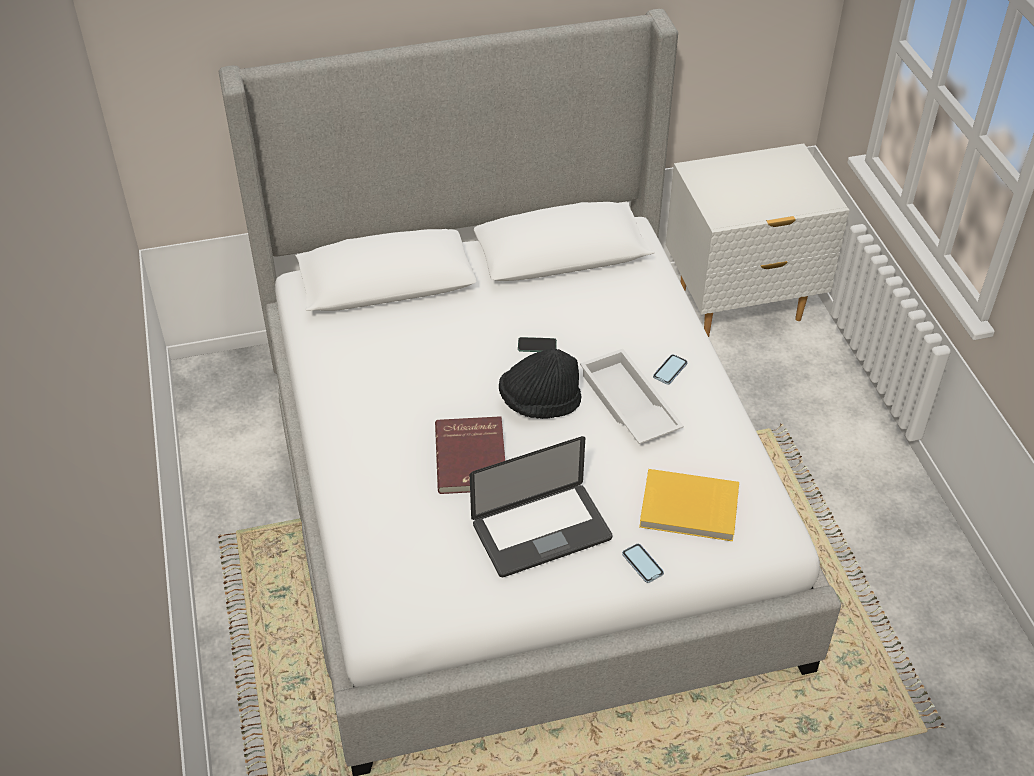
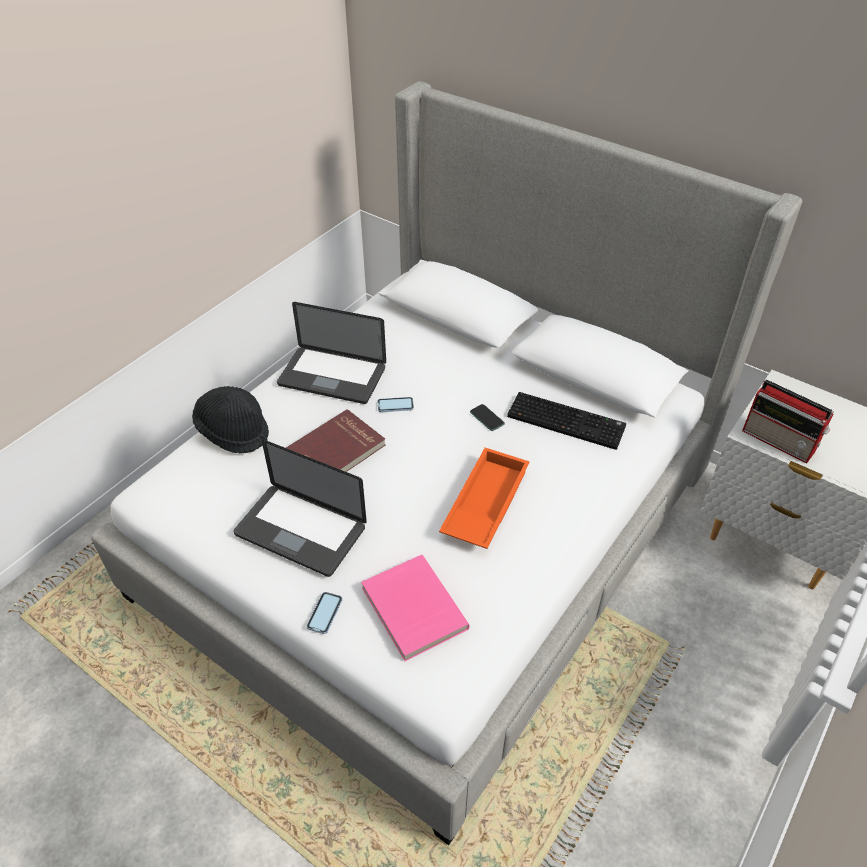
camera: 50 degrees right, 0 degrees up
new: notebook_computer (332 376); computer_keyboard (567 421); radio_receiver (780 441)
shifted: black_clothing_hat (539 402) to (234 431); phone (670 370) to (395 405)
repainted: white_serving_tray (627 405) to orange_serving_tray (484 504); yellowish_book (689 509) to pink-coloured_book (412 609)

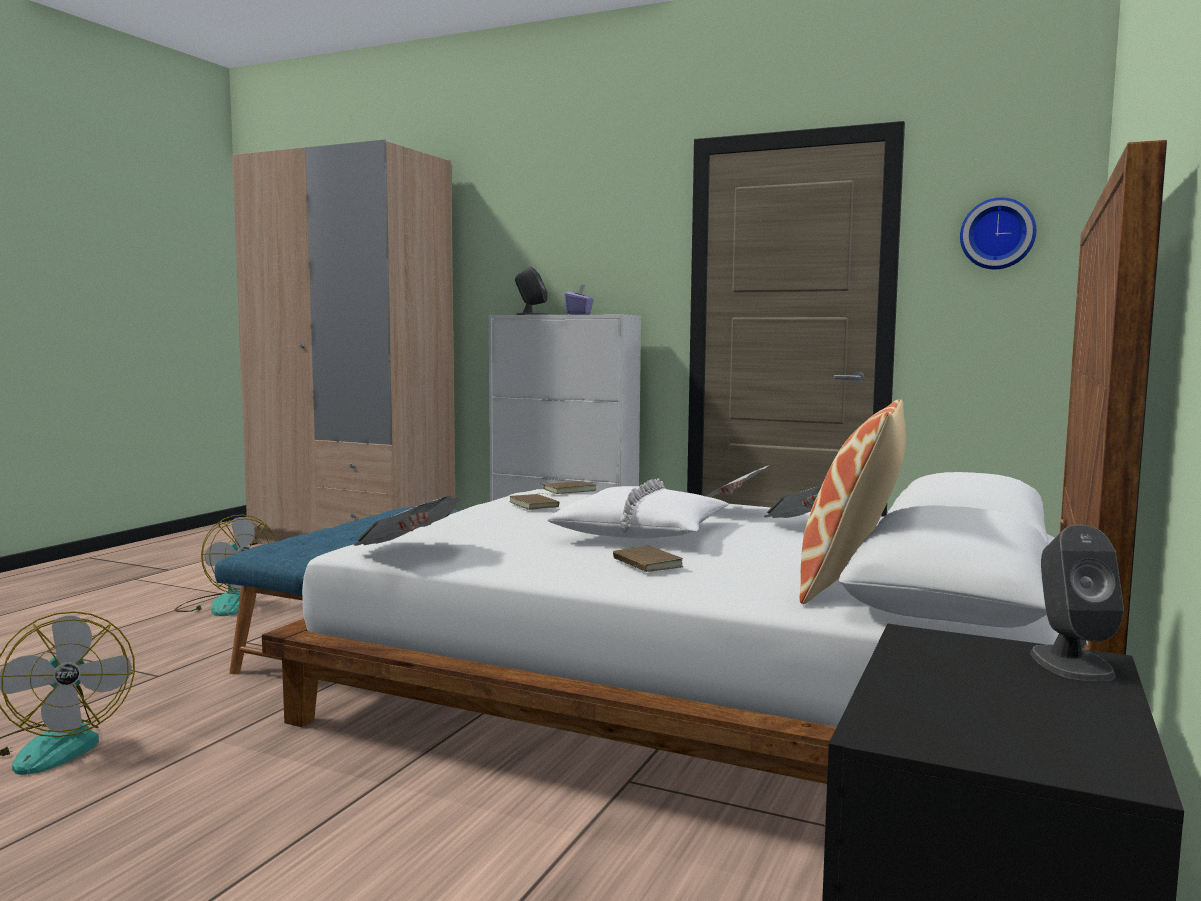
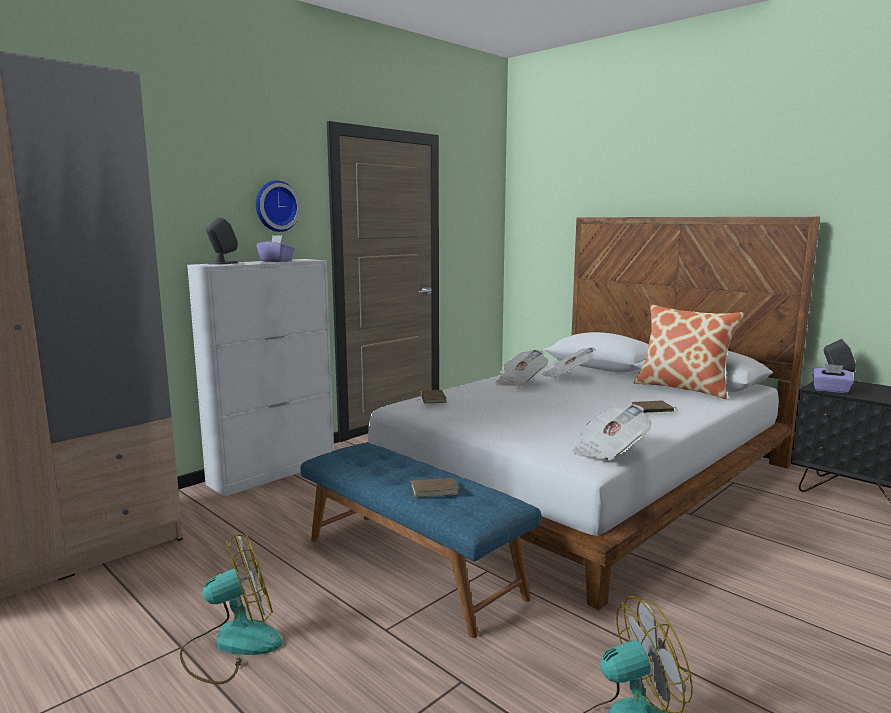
camera: 70 degrees left, 5 degrees up
gone: white_pillow (642 531)
new: purplish_box_of_tissues (830 390)
shifted: brown_book (535 505) to (434 489); hanging_clock (997 234) to (276 206)

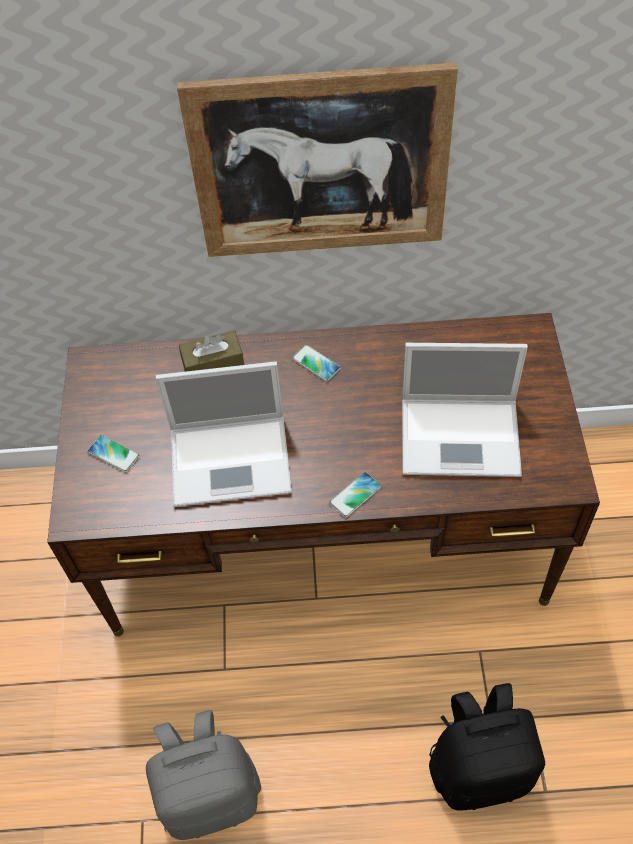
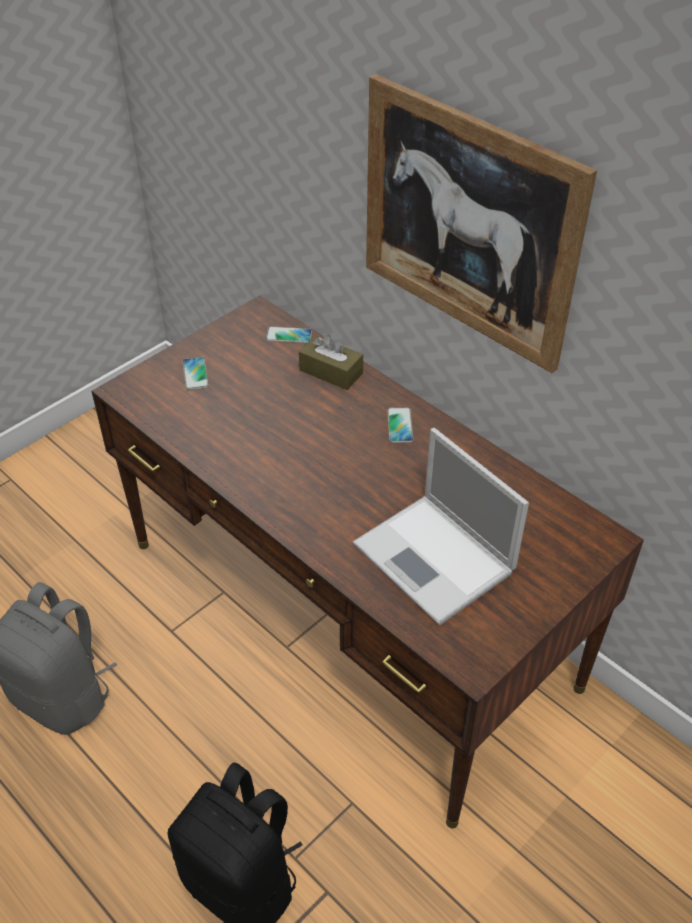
camera: 45 degrees right, 10 degrees down
gone: notebook_computer (233 459)
shifted: phone (355 495) to (289 336)

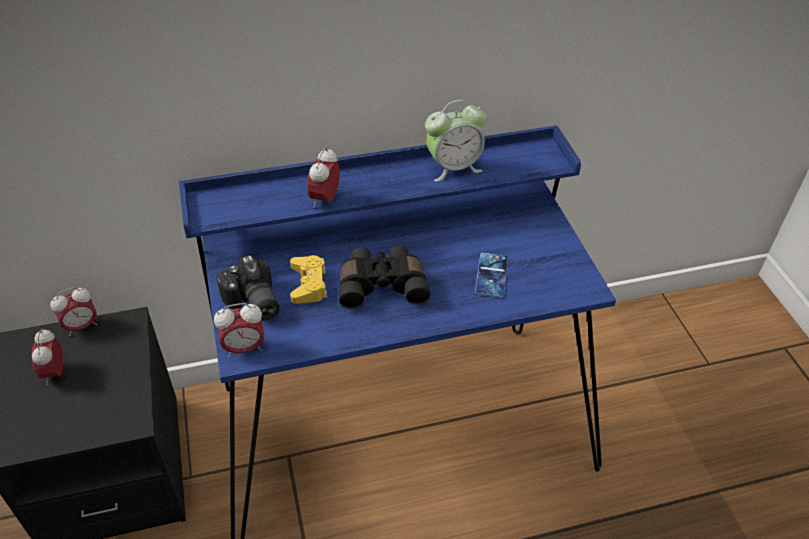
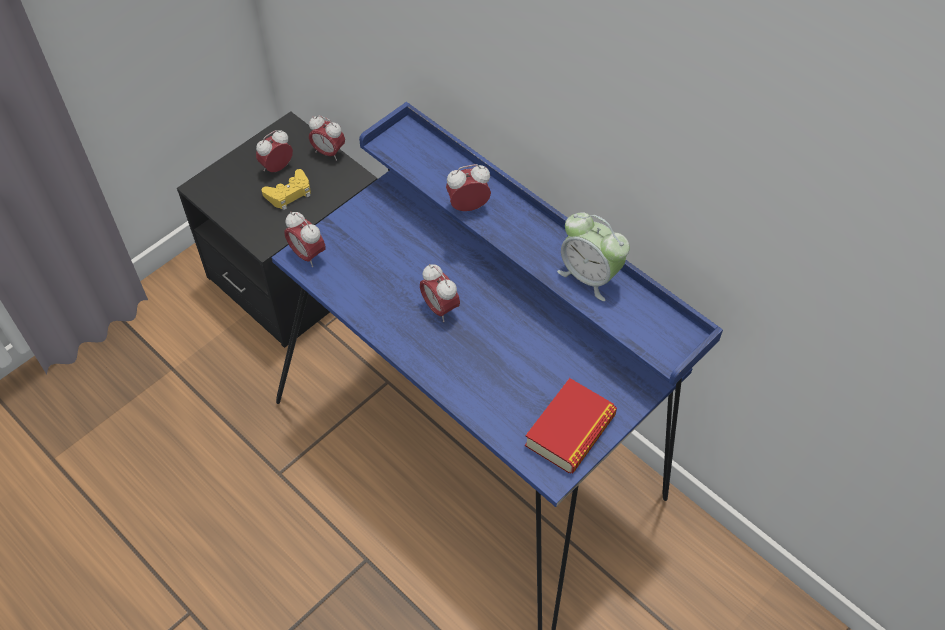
camera: 60 degrees right, 10 degrees up
gone: photo_camera (252 303); phone (491 275)
new: book (570 431)
shifted: yellowish_game_controller (309 284) to (289 194)
swapped: black_field_glasses (382 285) to alarm_clock (440 308)

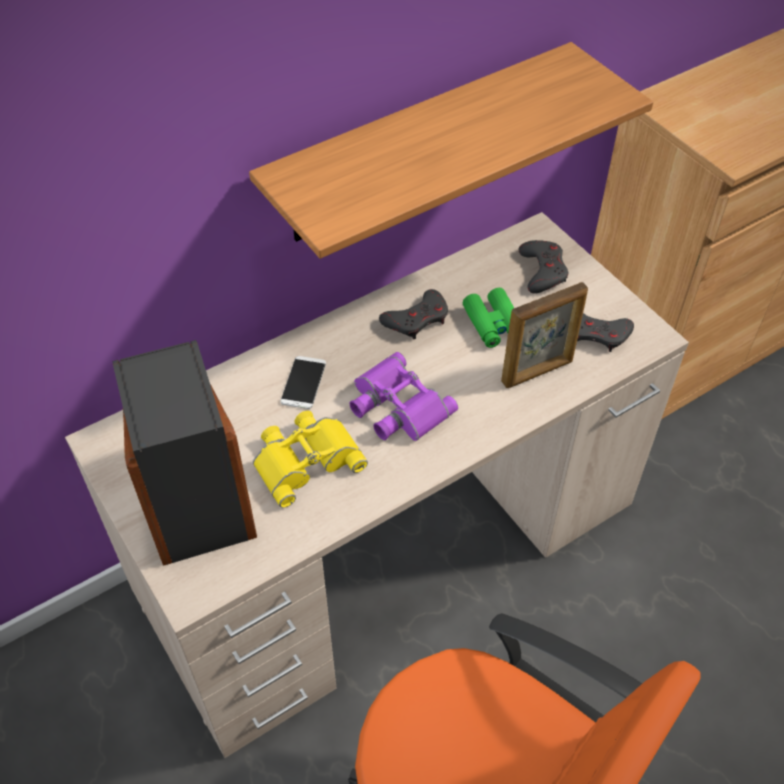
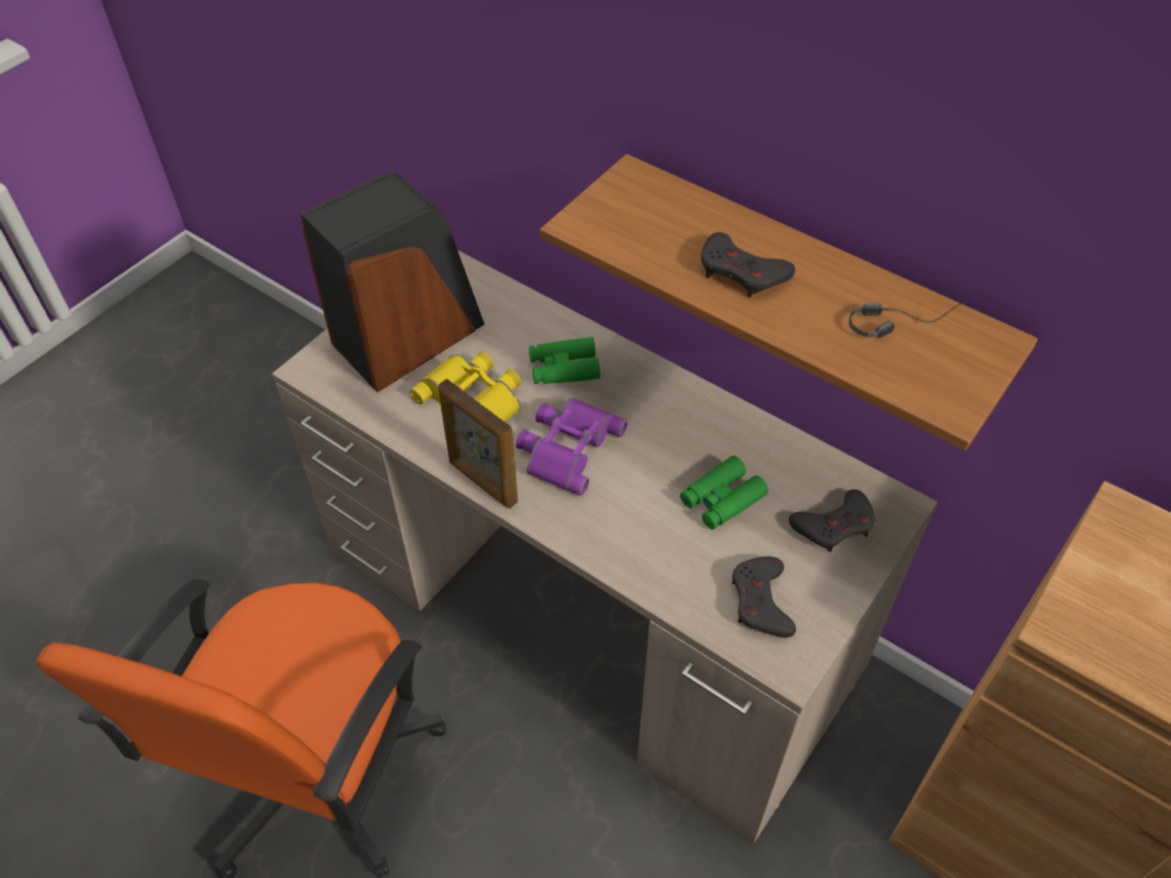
camera: 70 degrees right, 0 degrees up
new: headphones (901 320)
shifted: grey_game_controller (417 319) to (742 272); photo_frame (538 372) to (482 482)
swapped: phone (303 383) to greenish_field_glasses (564 368)

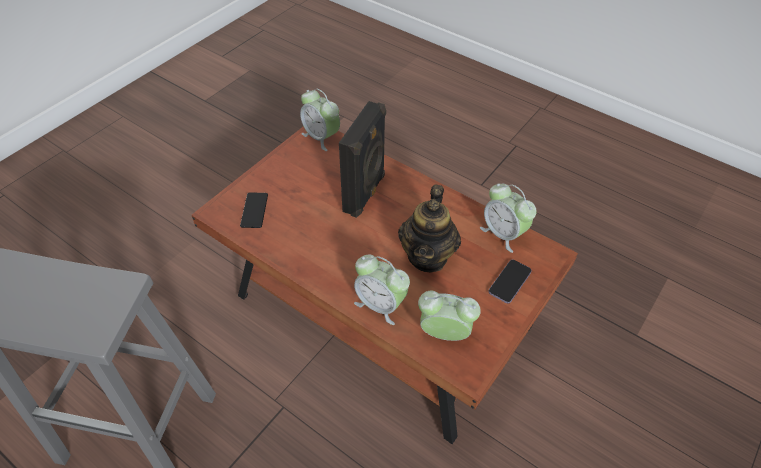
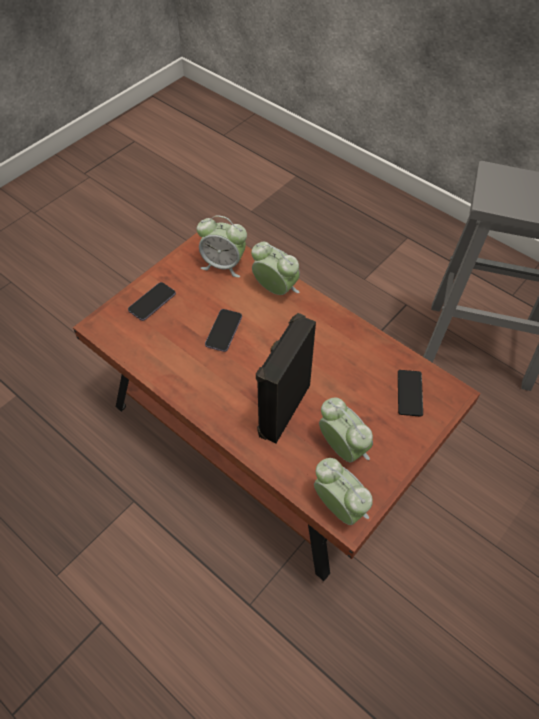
camera: 175 degrees left, 5 degrees up
shifted: alarm_clock (503 234) to (342 448)
swapped: tea_pot (428 256) to phone (224 331)

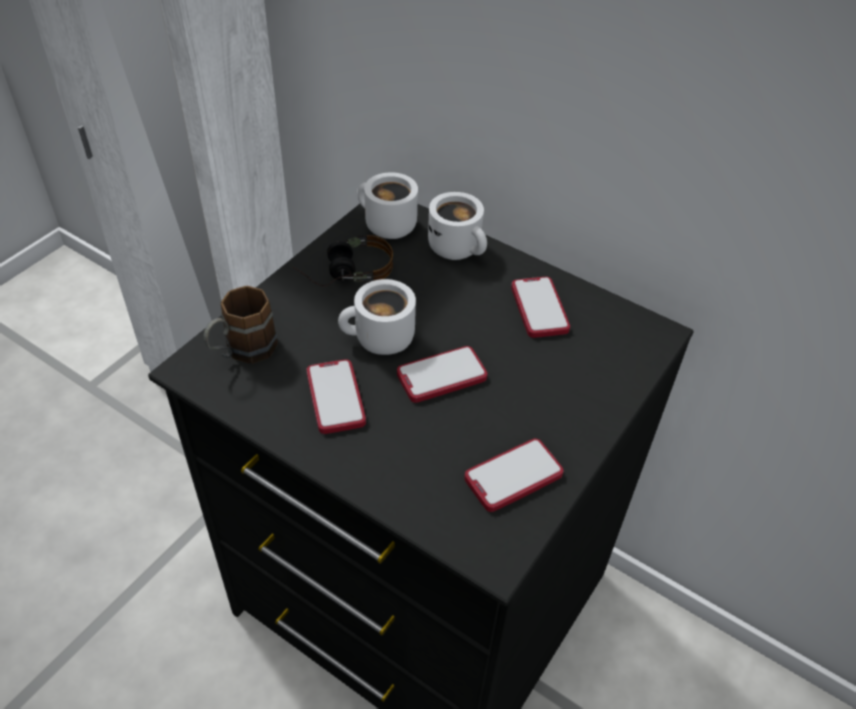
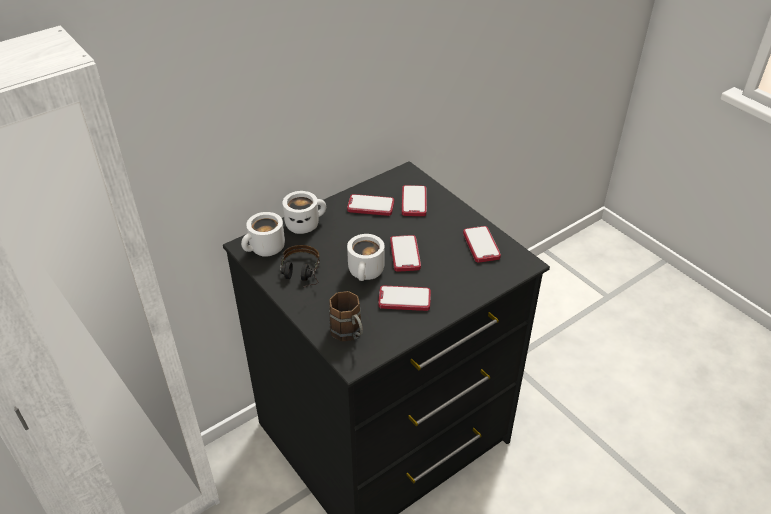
camera: 70 degrees left, 5 degrees down
new: phone (414 202)

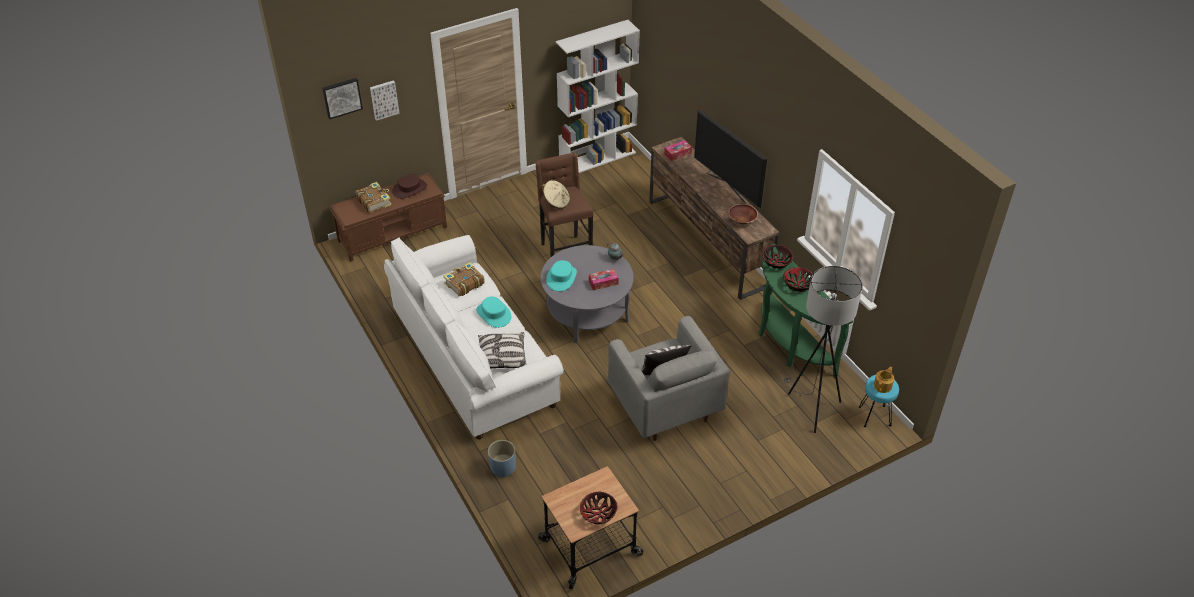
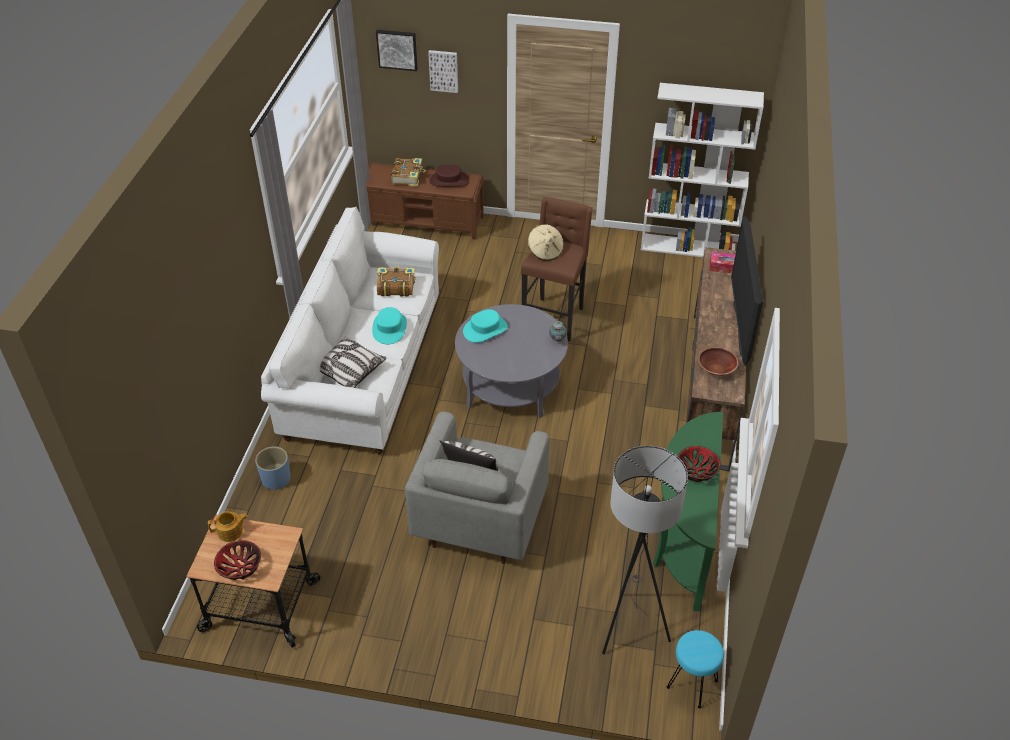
camera: 40 degrees right, 0 degrees up
gone: box_of_tissues (603 282); serving_bowl (776 262)
shifted: tea_pot (883 385) to (231 532)

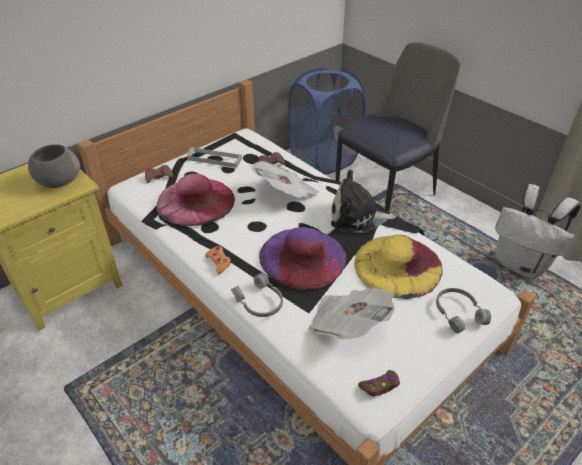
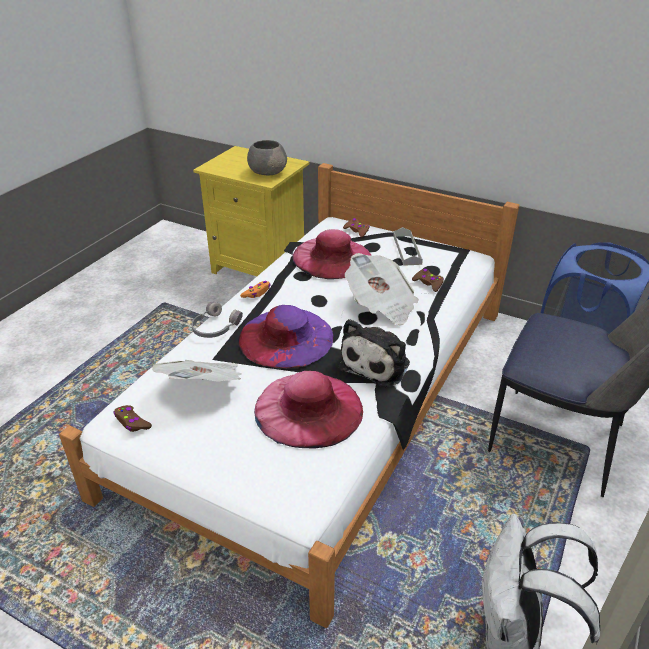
camera: 70 degrees right, 5 degrees down
gone: grey_headphones (458 313)
repainted: yellowish_clothing_hat (398 265) to pink-coloured_clothing_hat (308 409)
rotated: plush_toy (357 217) = (377 363) 135 degrees counterclockwise

